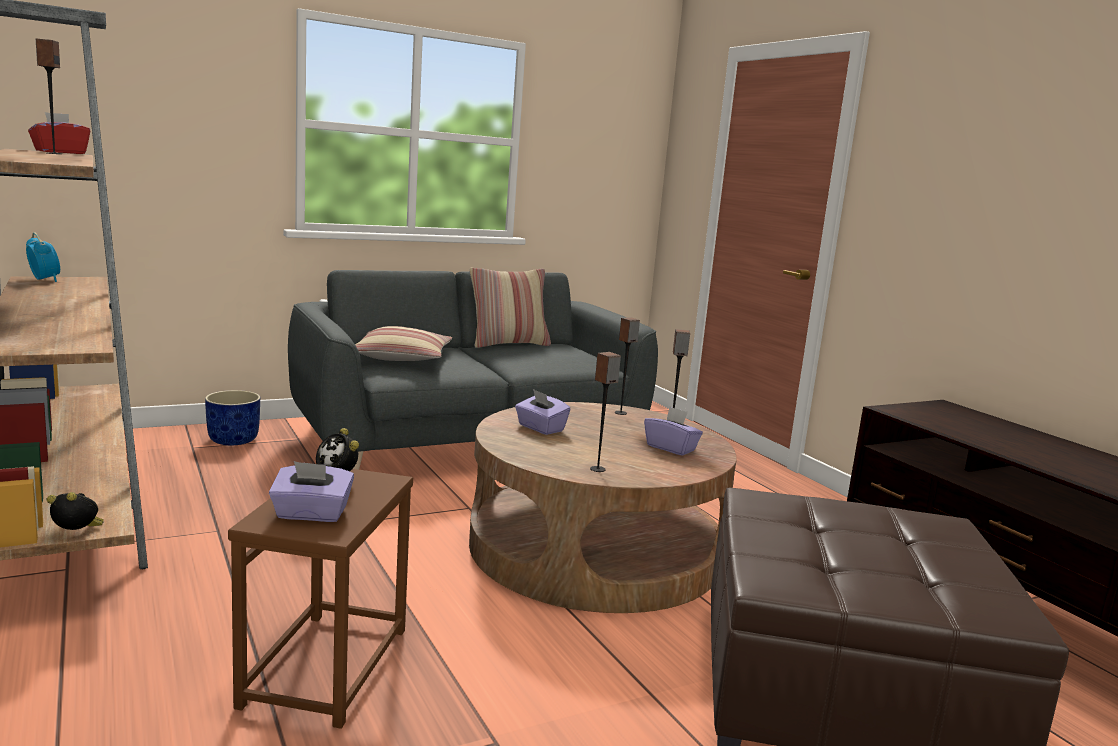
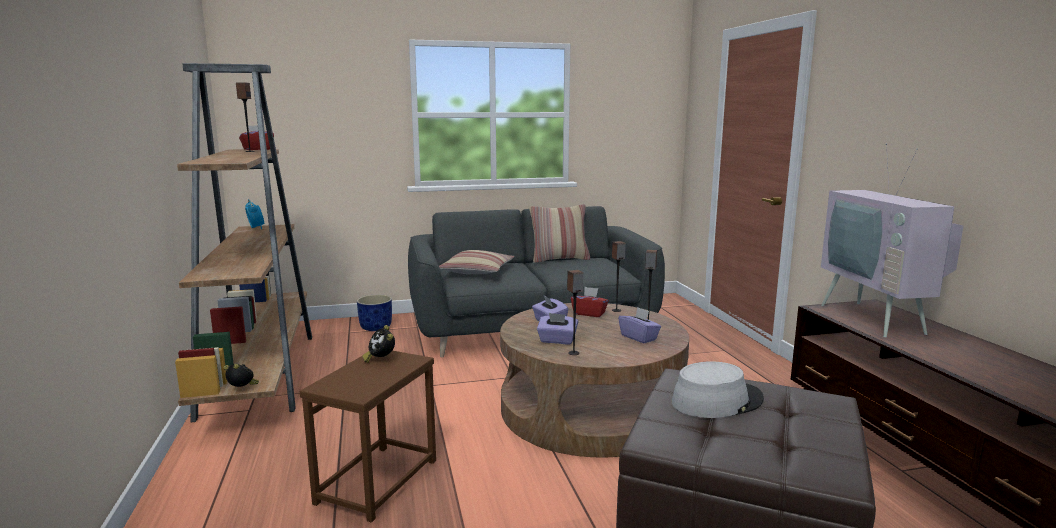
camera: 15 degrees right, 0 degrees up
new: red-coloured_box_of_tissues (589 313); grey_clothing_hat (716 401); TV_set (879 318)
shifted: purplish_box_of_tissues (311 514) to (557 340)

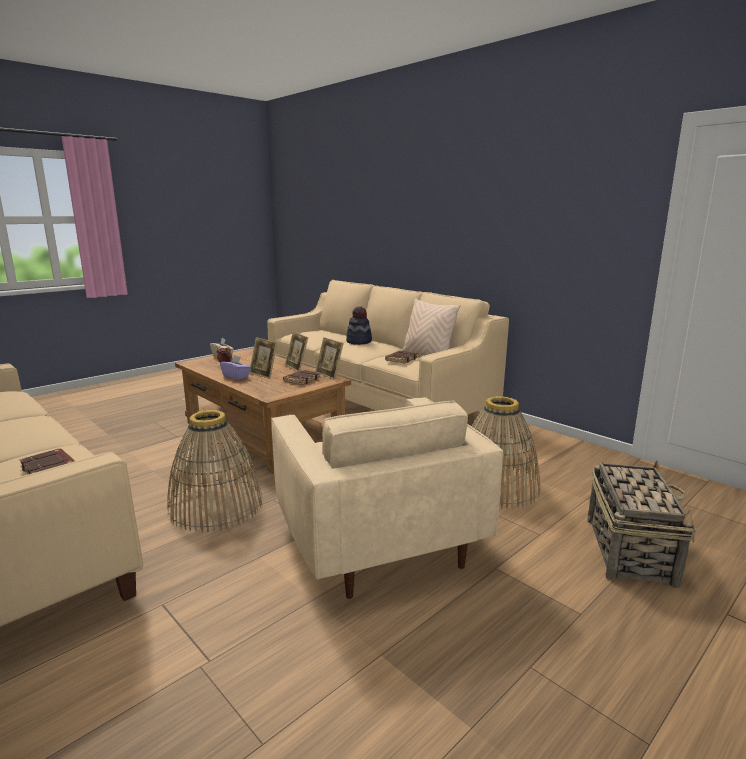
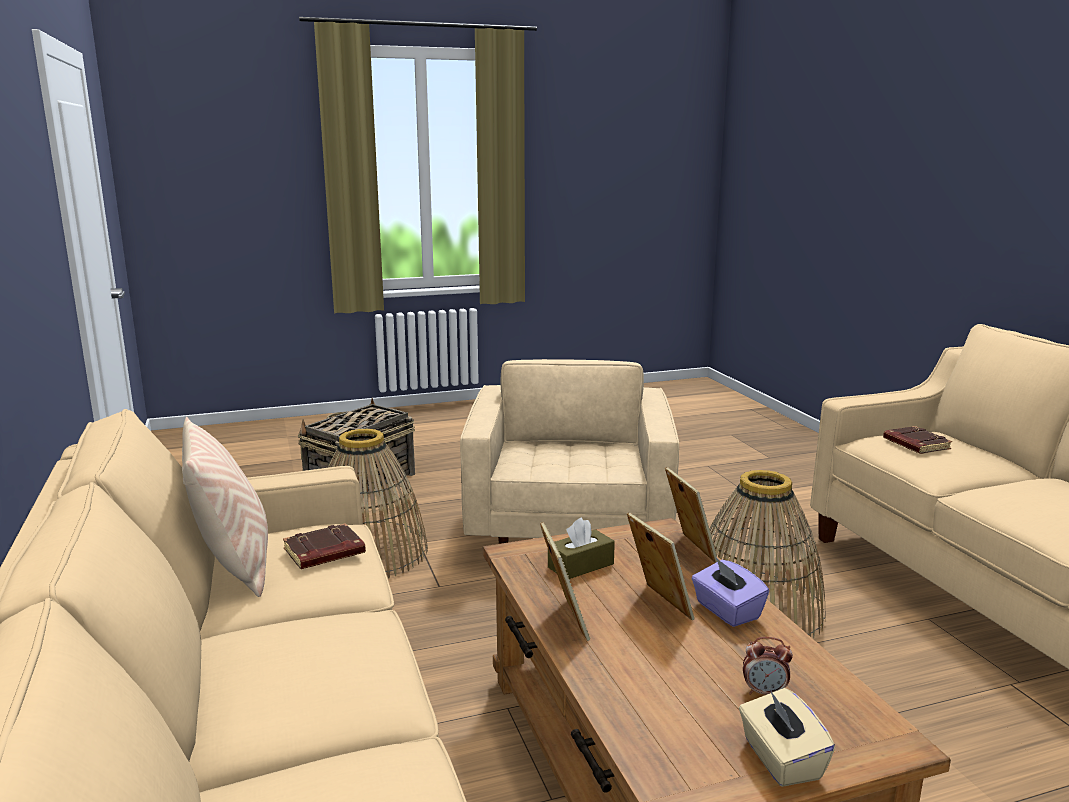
camera: 155 degrees left, 0 degrees up
gone: clothing_hat (359 341)
shifted: photo_frame (329 375) to (688 550)
swapped: brown_book (301 380) to brown_box_of_tissues (580 566)

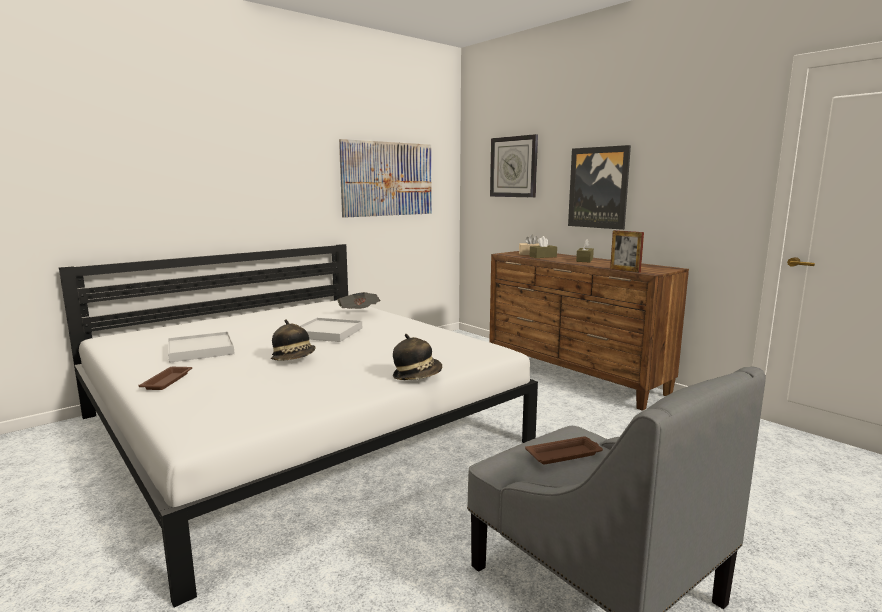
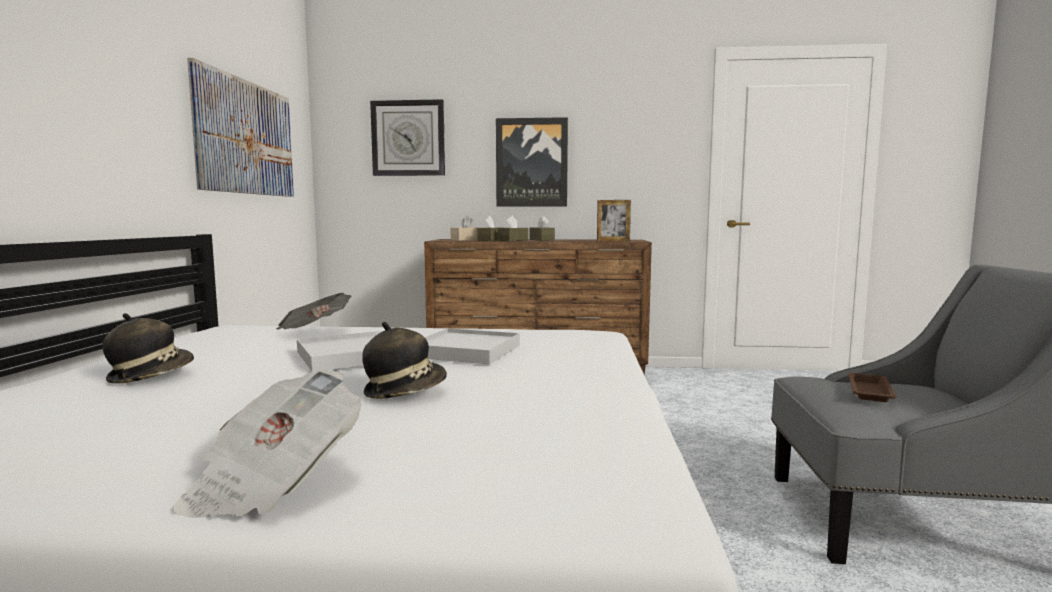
camera: 45 degrees left, 5 degrees down
new: brown_box_of_tissues (513 240)
shifted: white_serving_tray (201 350) to (466 351); clothing_hat (417 376) to (151 376)
swapped: brown_serving_tray (168 381) to newspaper (273 483)

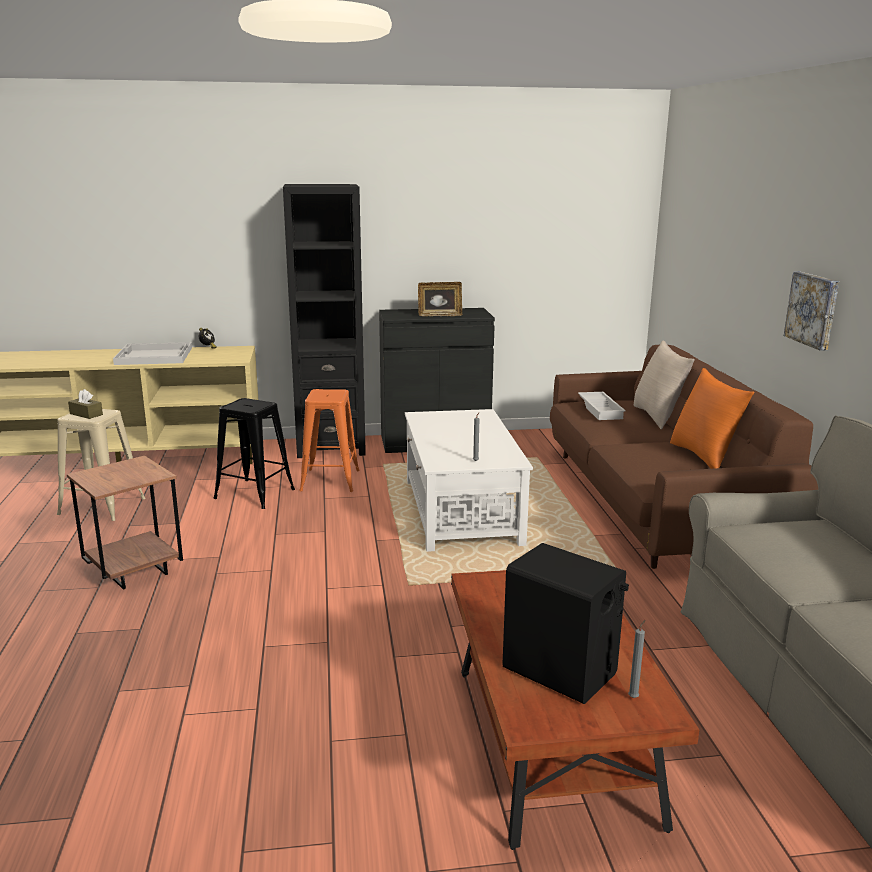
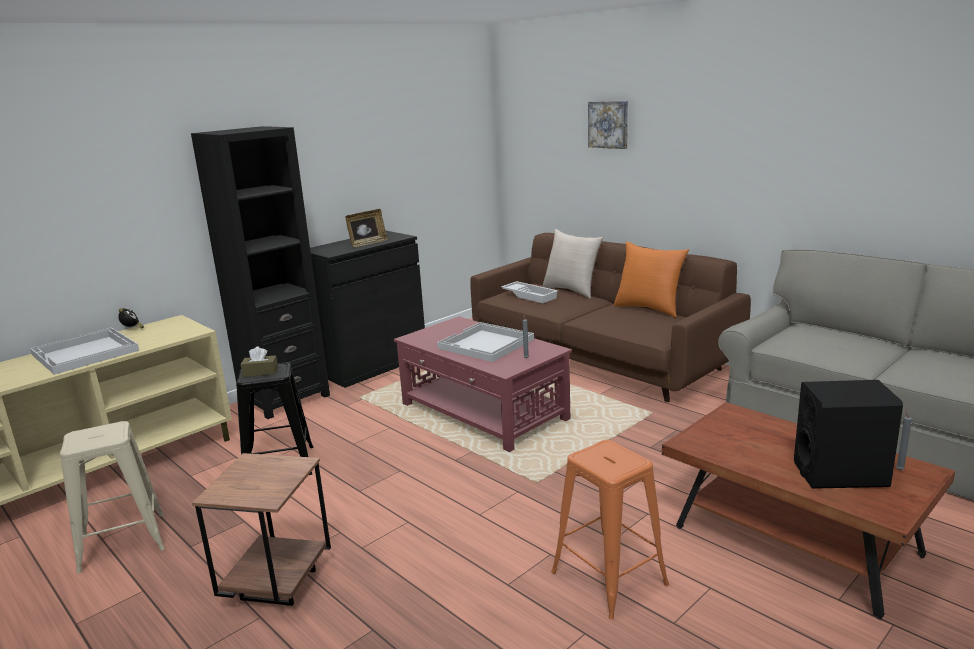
camera: 35 degrees left, 0 degrees up
new: white_serving_tray (486 344)
shifted: brown_box_of_tissues (86 414) to (260 372); orange_stool_seat (330 480) to (608 578); wall_picture (813 310) to (609 124)
repainted: white_low_table (461 511) to red-coloured_low_table (484 412)

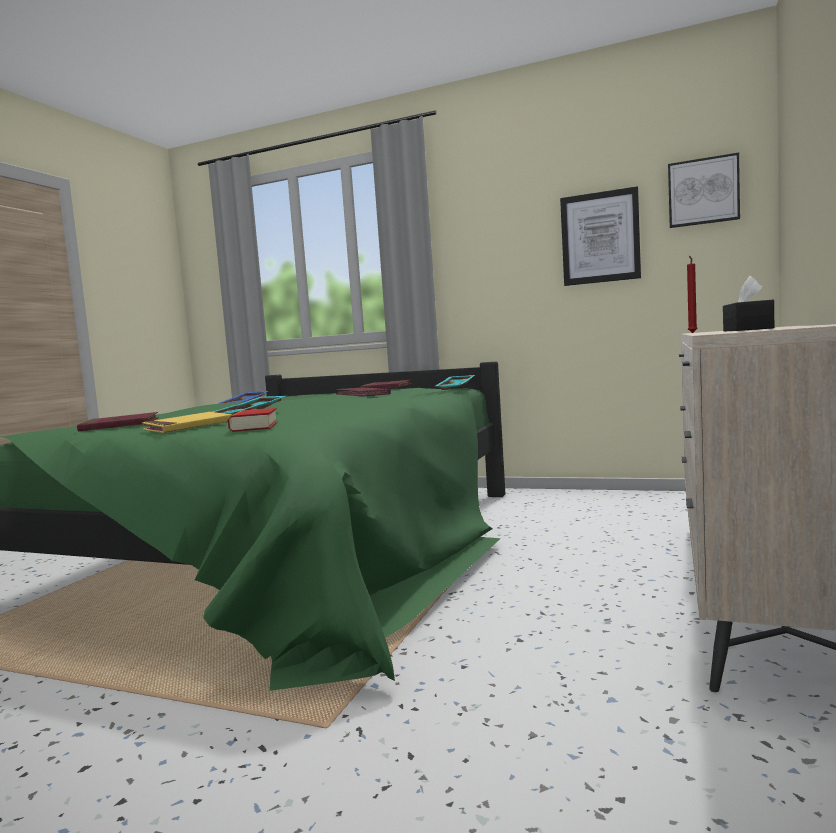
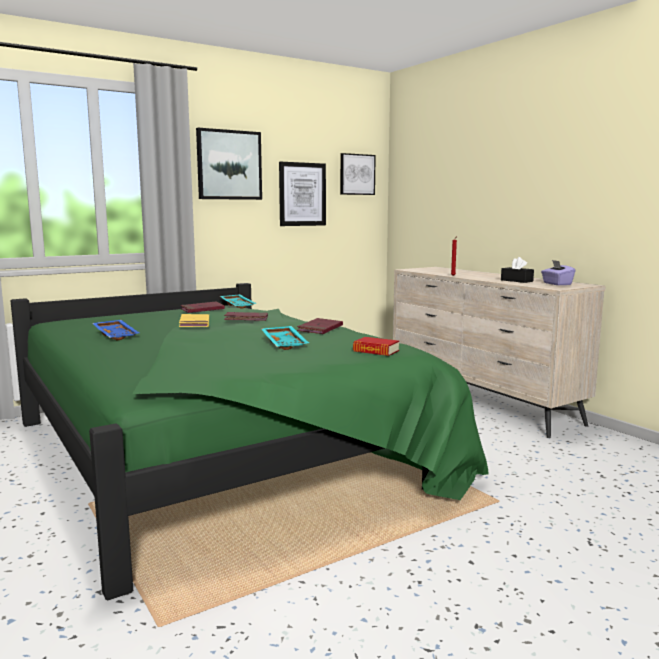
camera: 55 degrees left, 5 degrees up
new: wall_picture (229 165); purplish_box_of_tissues (556 284)
shifted: red-coloured_book (120 426) to (320 329); yellowish_book (188 427) to (194 323)

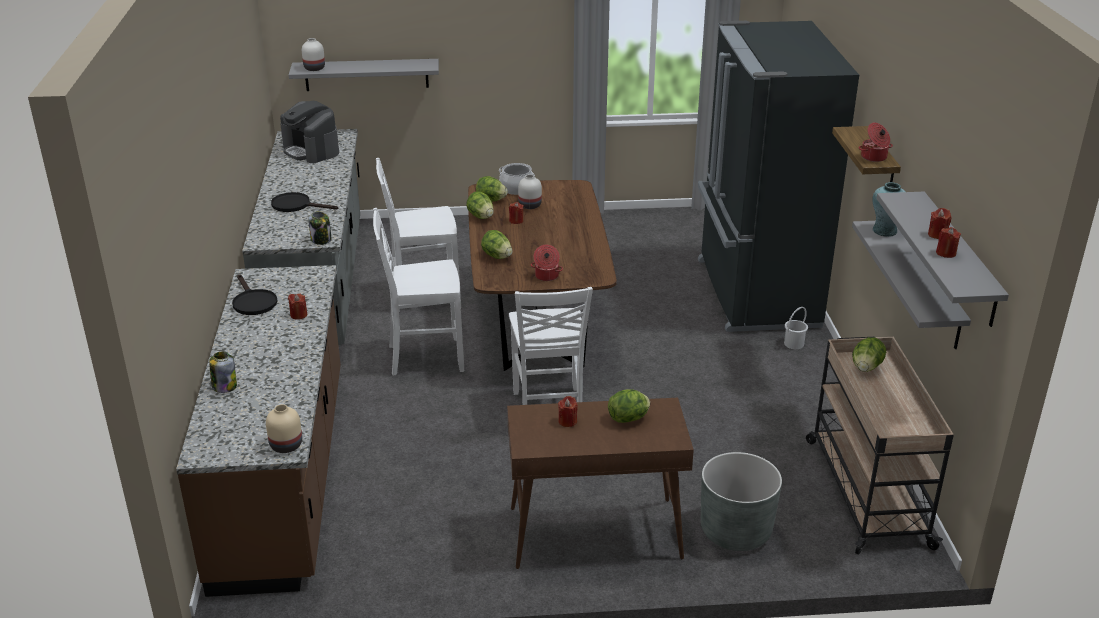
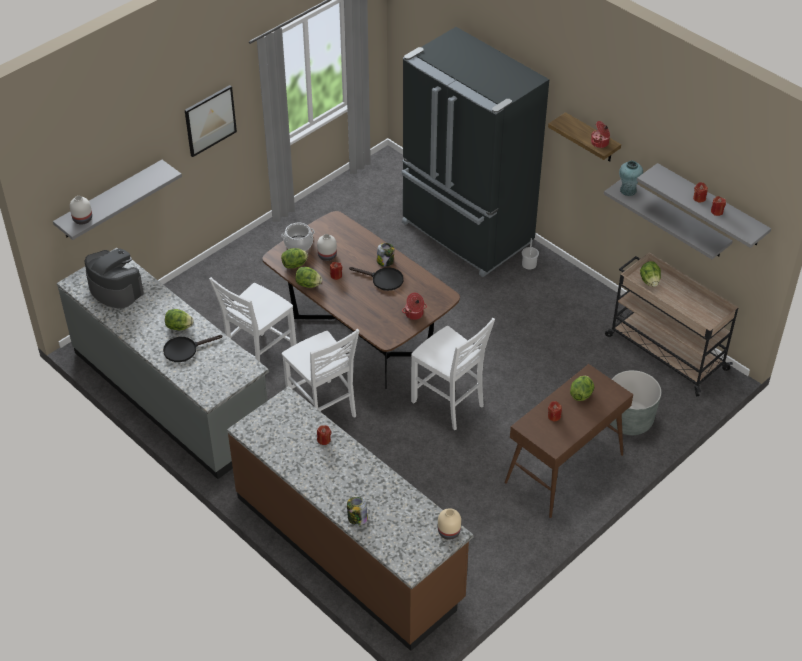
camera: 40 degrees left, 15 degrees up
new: wall_picture (210 120)
shifted: black_frying_pan (253 302) to (383 280); storage_jar (321 240) to (385 261); lettuce (497 256) to (179 327)
rotated: coffee_brewer (311 150) = (115 289) 150 degrees counterclockwise; white_upright_chair (424 357) = (323 409) 75 degrees counterclockwise

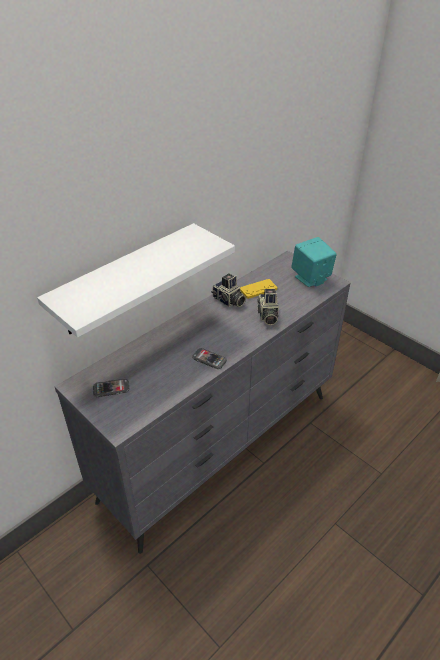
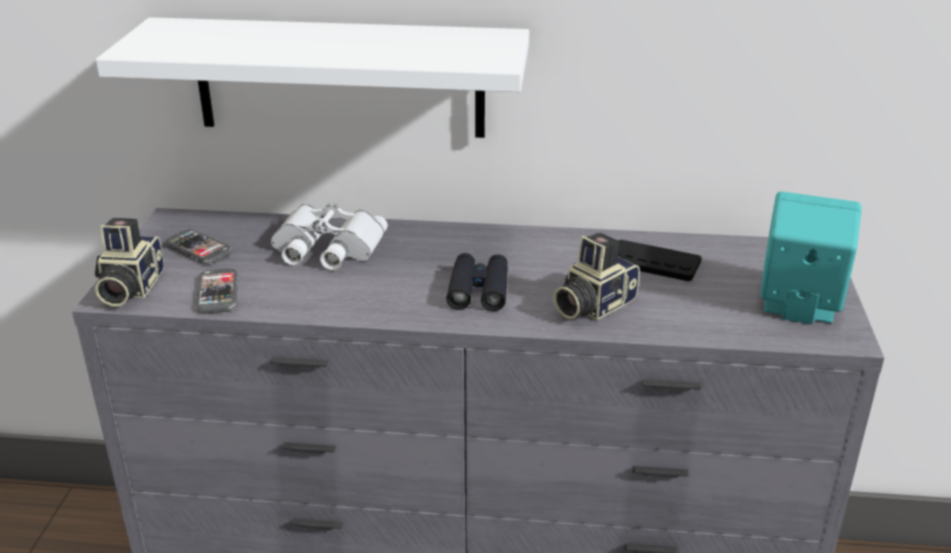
camera: 50 degrees right, 10 degrees down
new: white_field_glasses (326 248); black_field_glasses (478 290)
shifted: phone (209 359) to (217 293); photo_camera (228 301) to (129 288)
repainted: yellowish_game_controller (258 289) to black_game_controller (653 262)

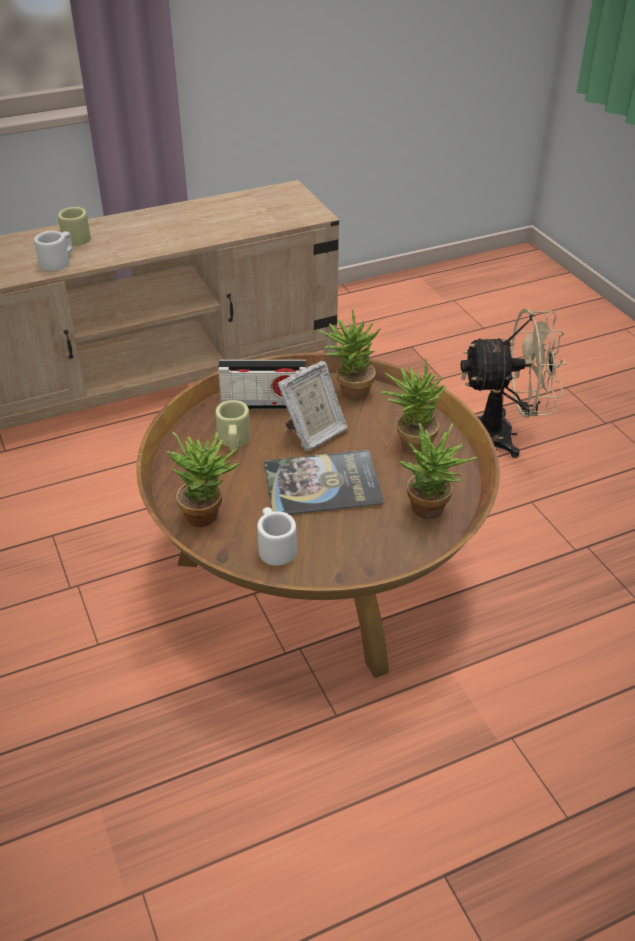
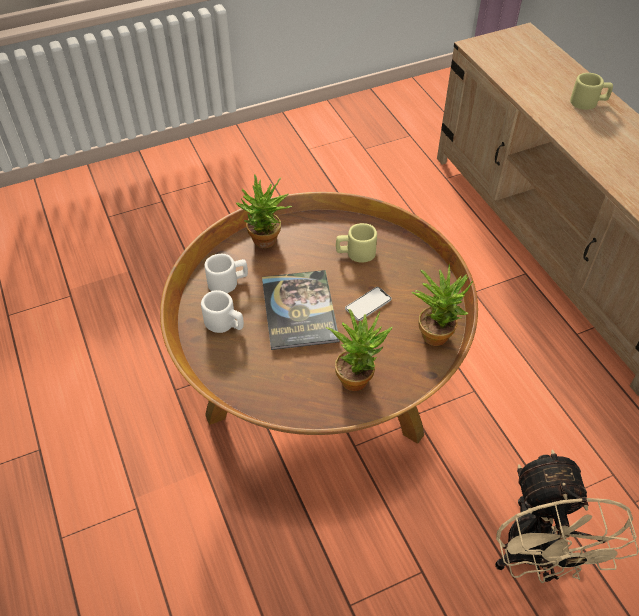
camera: 90 degrees right, 10 degrees up
gone: radio_receiver (264 404); houseplant (431 512)
shifted: white_tea_mug (58 261) to (225 323)
swapped: photo_frame (313 434) to phone (368 304)

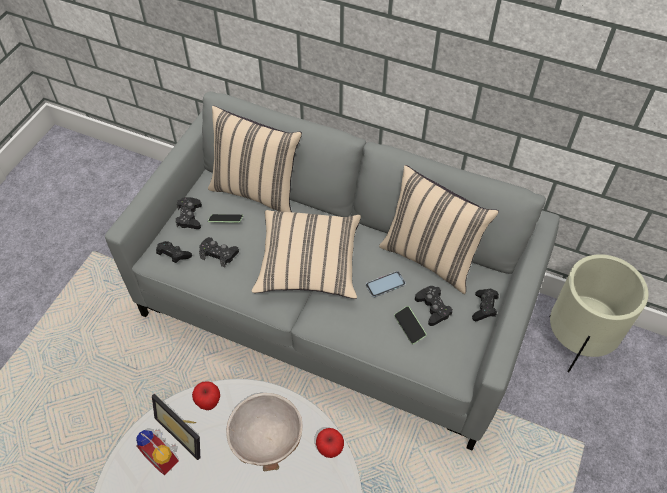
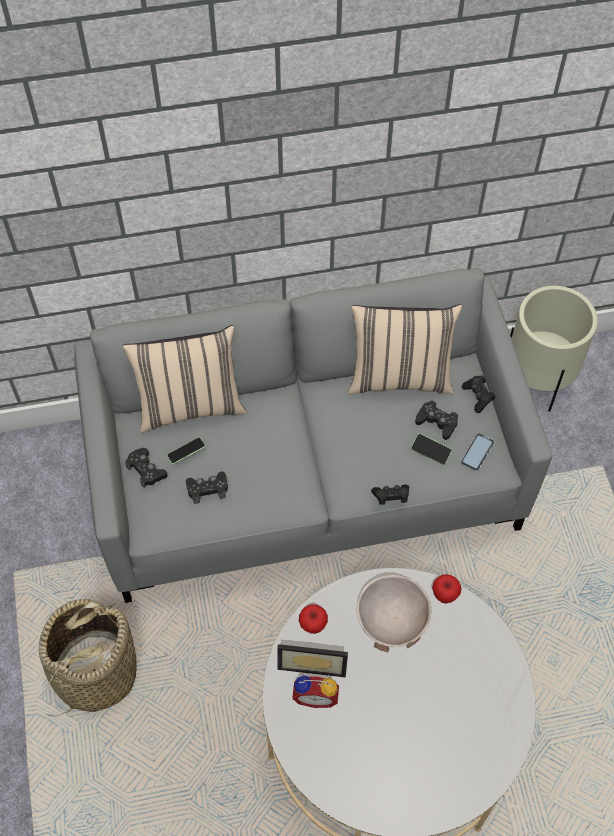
camera: 35 degrees left, 5 degrees up
gone: beige-coloured_pillow (309 264)
new: storage_basket (95 672)
shifted: black_game_controller (173 256) to (391 497); phone (385 284) to (477 452)

